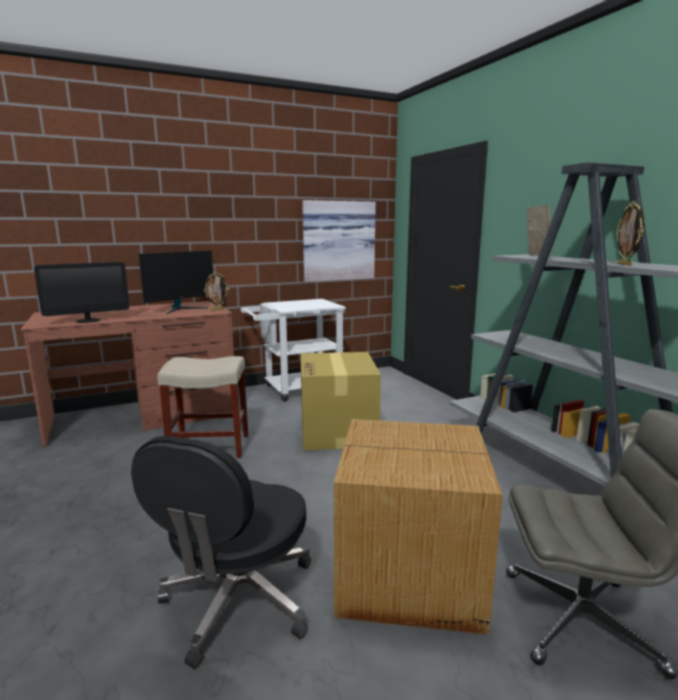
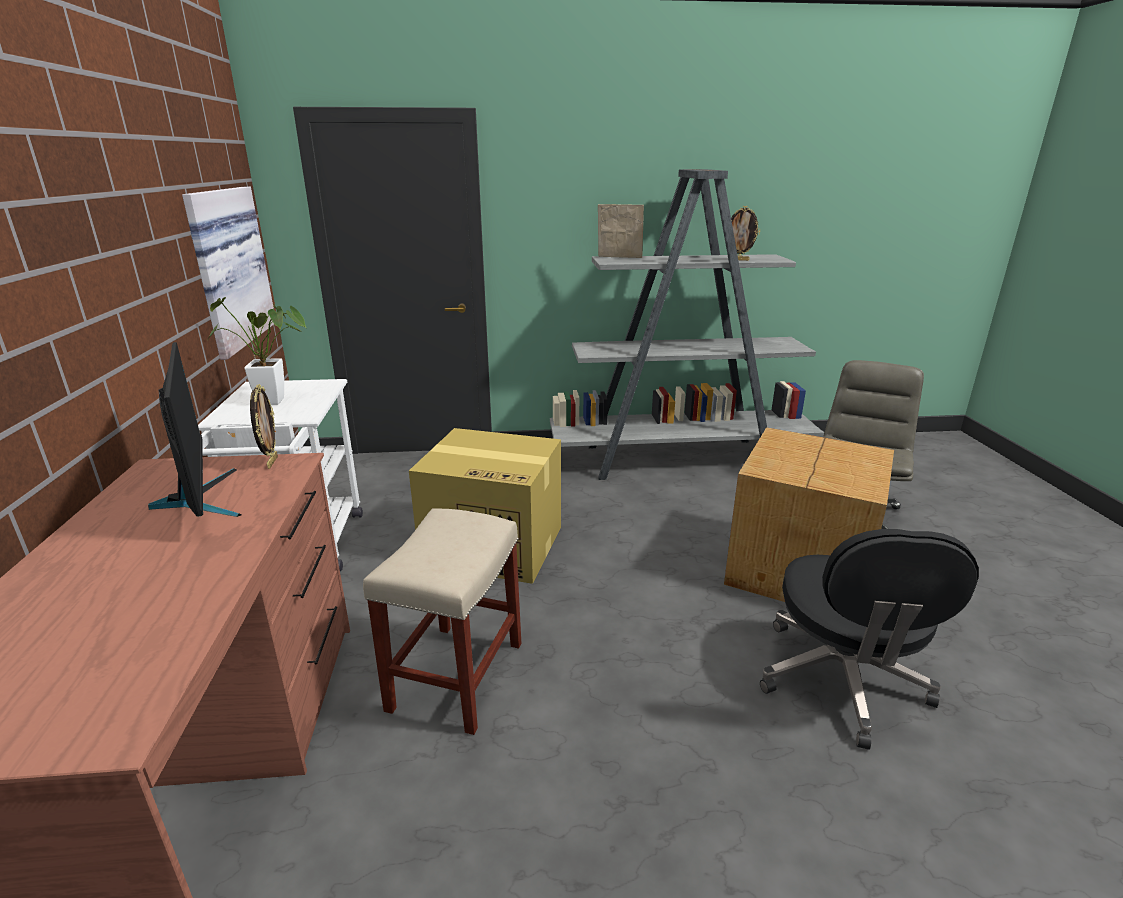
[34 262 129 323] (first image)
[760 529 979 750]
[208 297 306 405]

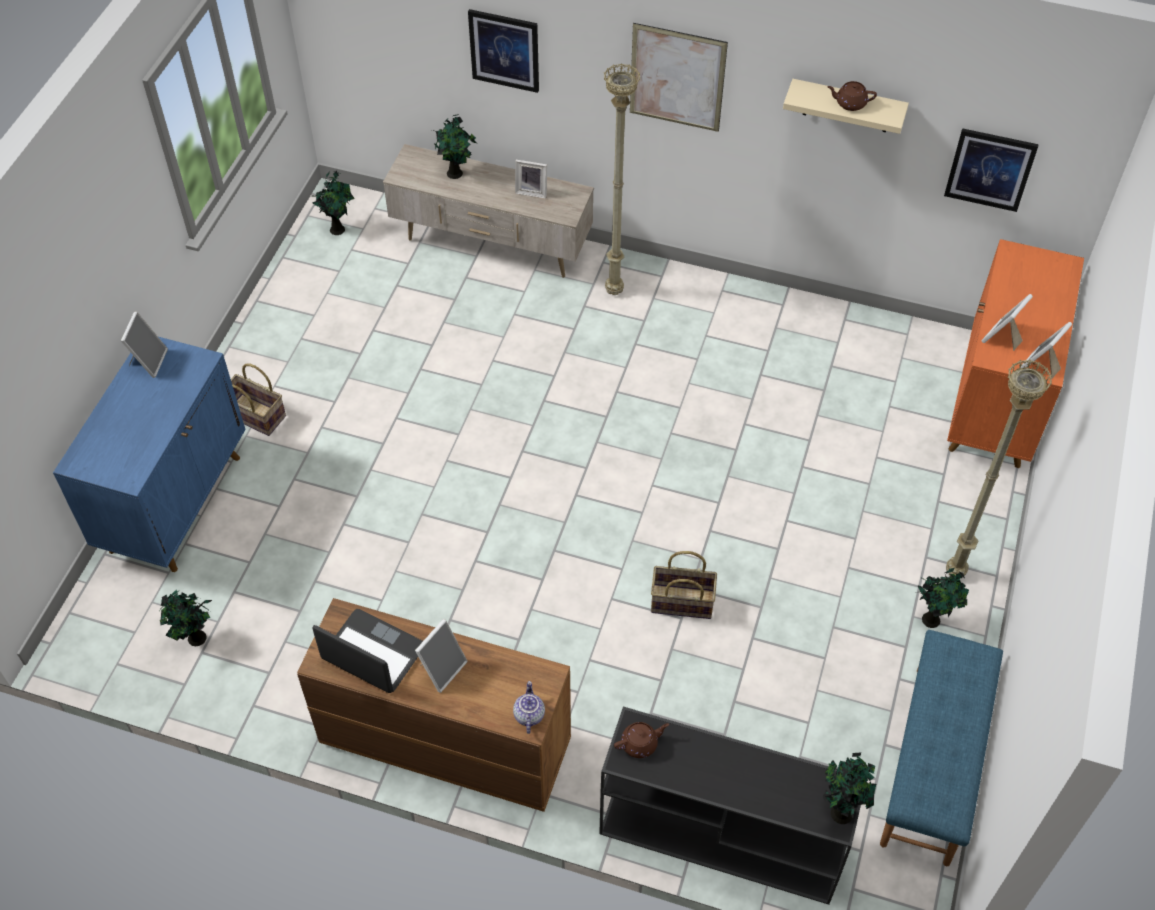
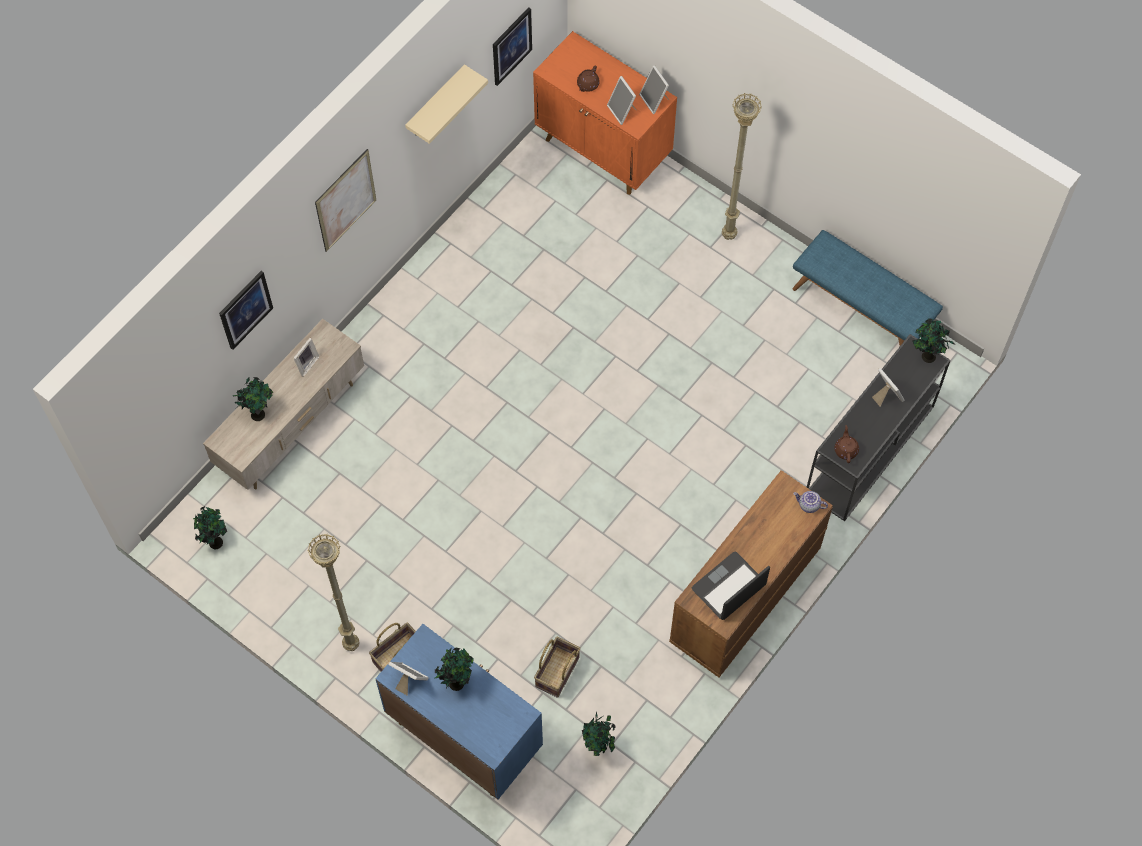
[307 534 359 651]
[577 66 600 92]
[534 637 580 698]
[435 647 474 691]
[872 368 904 407]

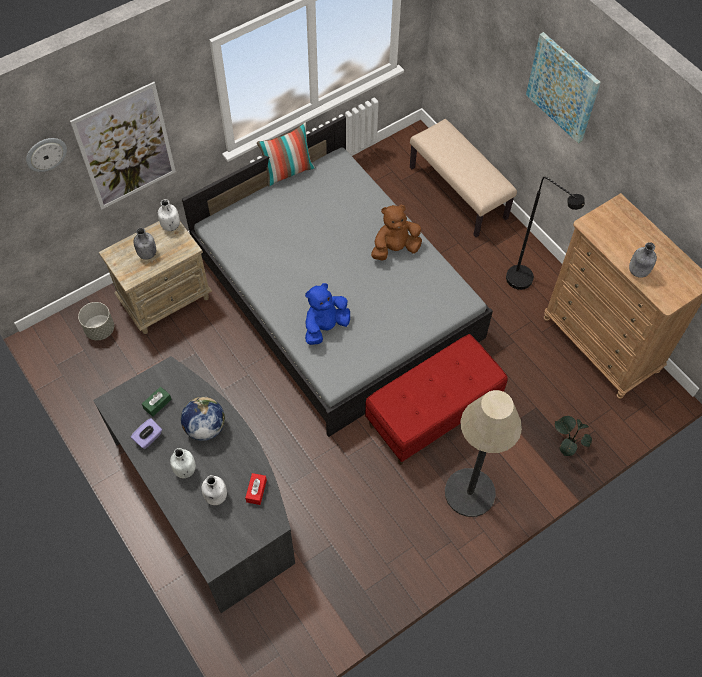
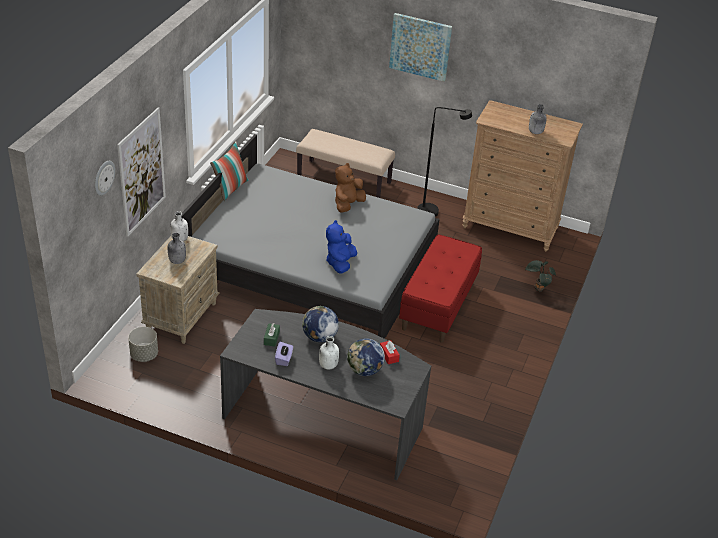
[445 390 522 517] (first image)
[347 338 385 376]

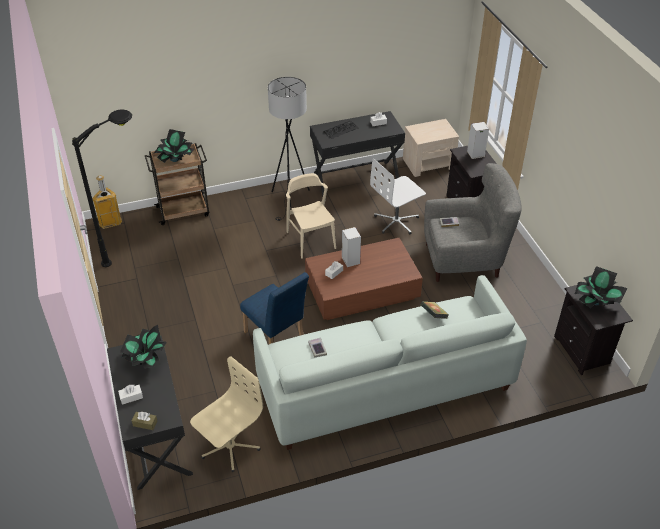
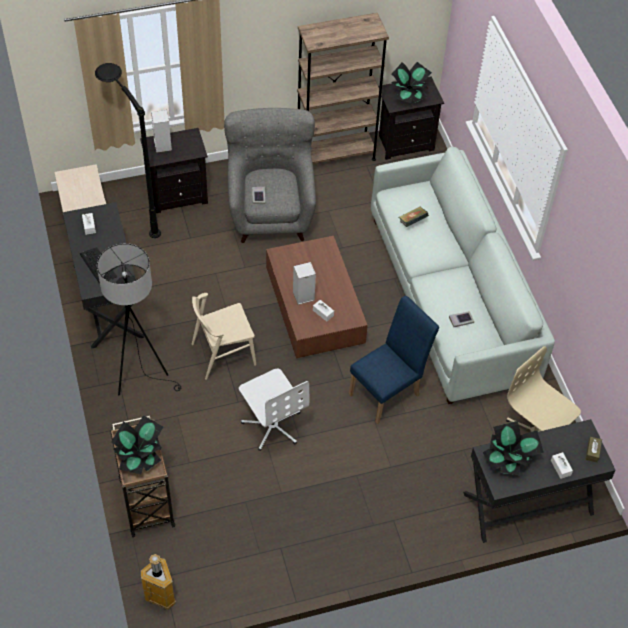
[95 63 161 238]
[239 369 309 451]
[297 13 389 164]

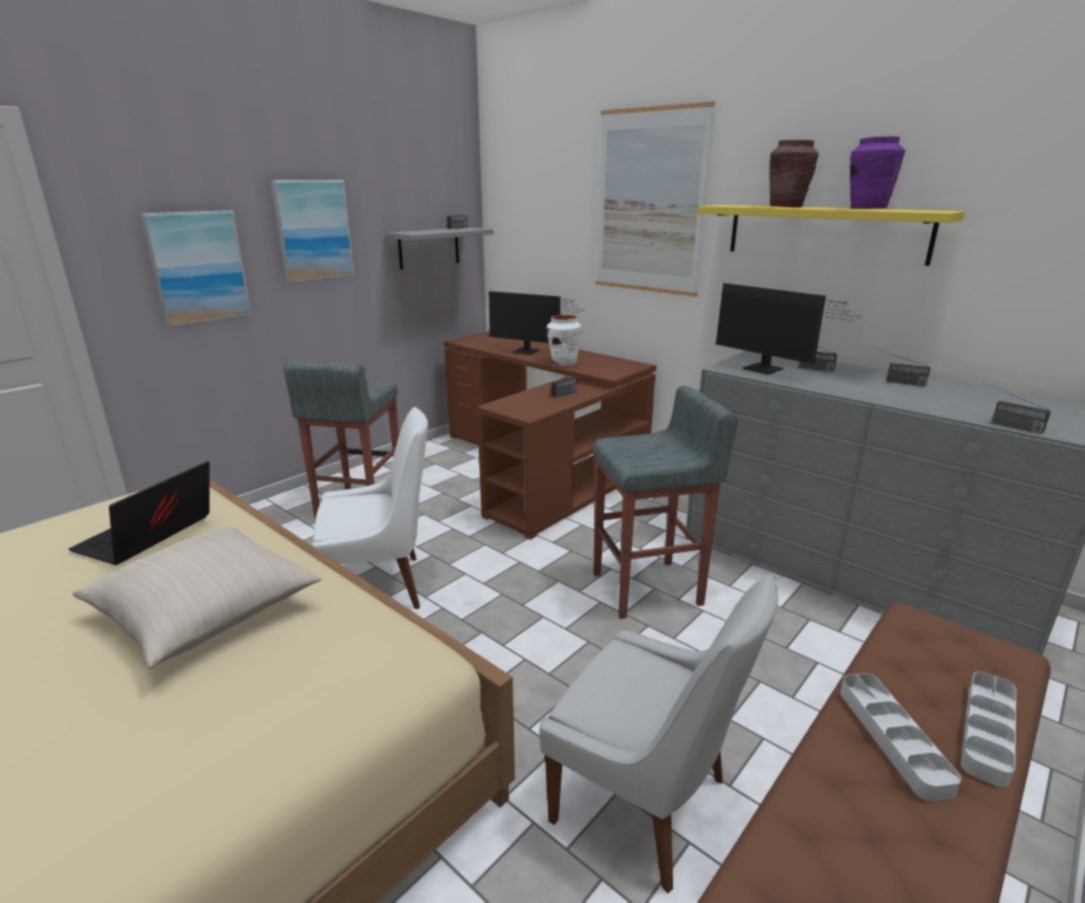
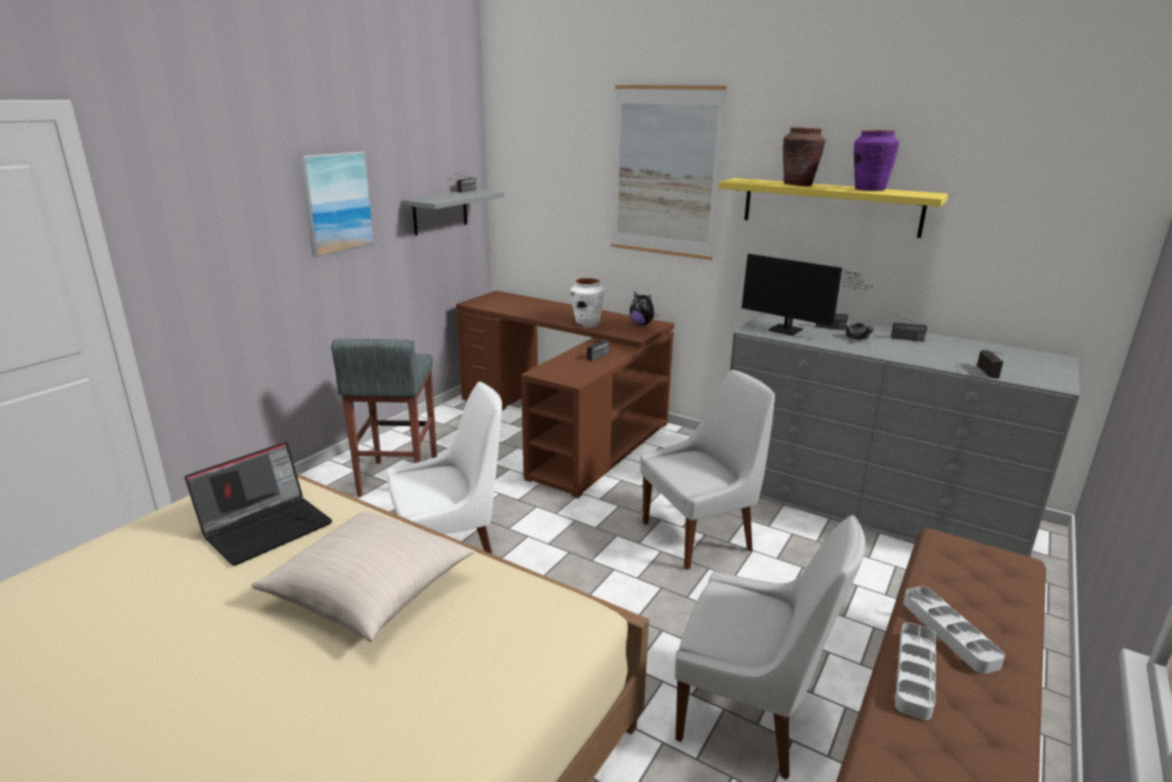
[140 210 252 327] (first image)
[489 291 583 355] (first image)
[977 349 1007 378]
[640 370 775 570]
[184 442 332 566]
[895 622 936 720]
[630 292 659 325]
[845 322 874 340]

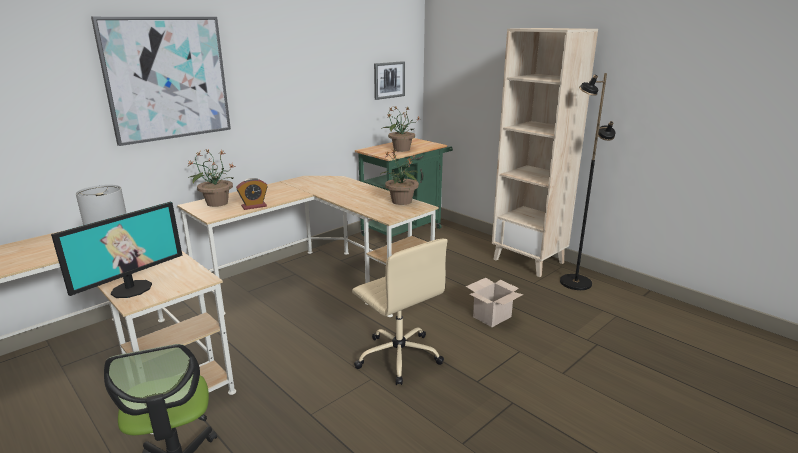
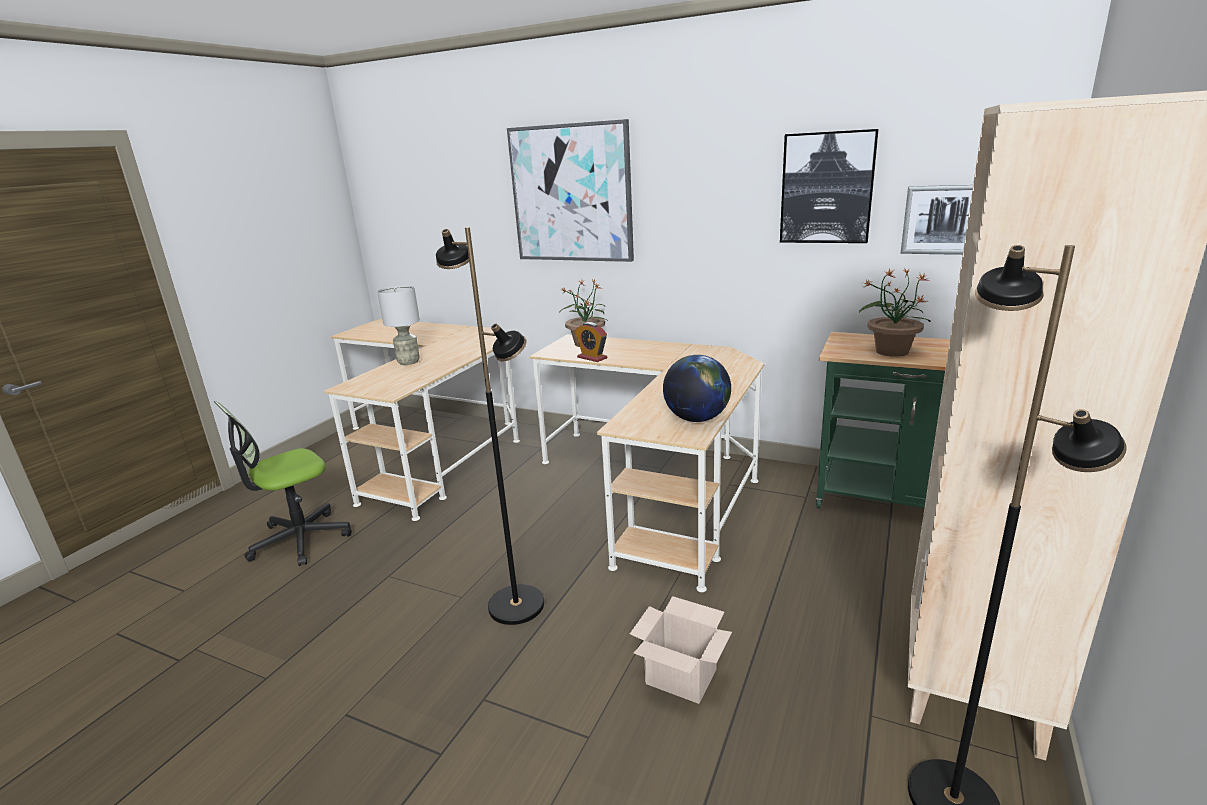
[663 355 731 422]
[51 202 182 298] (first image)
[436 227 544 625]
[780 129 879 243]

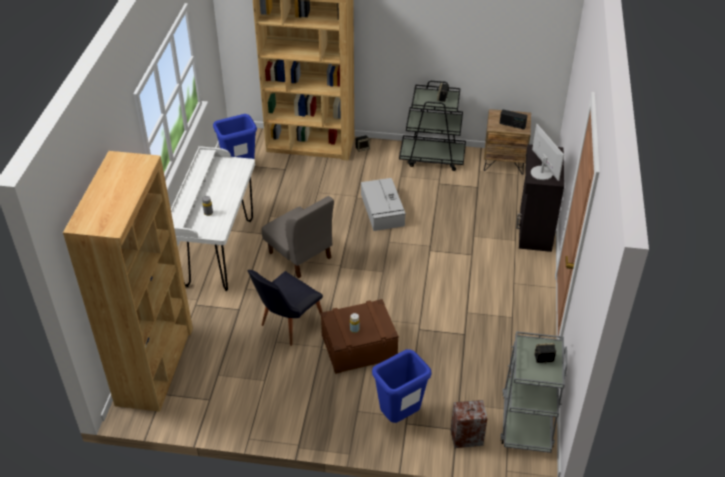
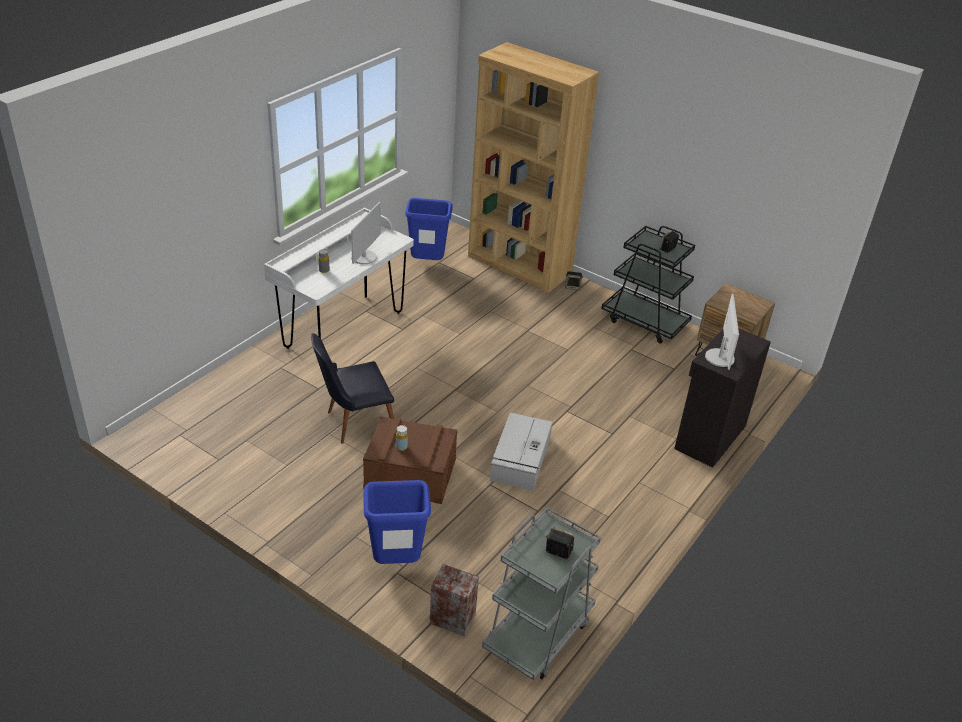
[499 109 527 129] (first image)
[63 151 193 412] (first image)
[490 413 552 491]
[262 196 334 278] (first image)
[351 201 381 264]

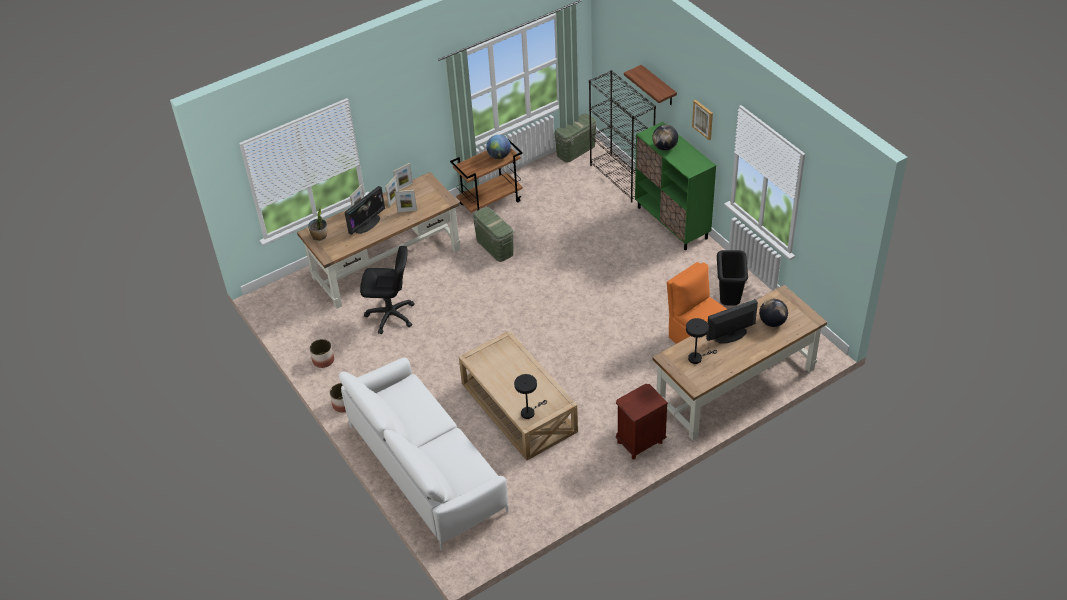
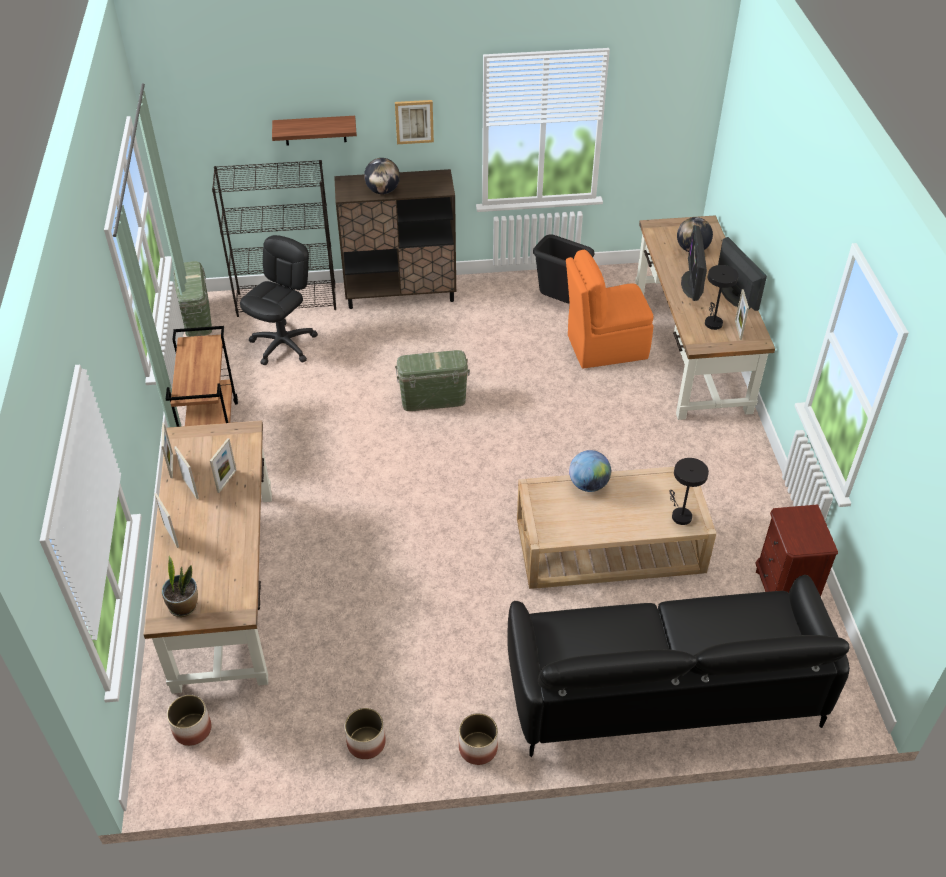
[334 169 456 309]
[569 450 611 492]
[718 237 767 311]
[395 350 470 411]
[240 235 318 365]
[507 575 850 757]
[755 505 838 597]
[735 289 749 340]
[167 695 211 746]

